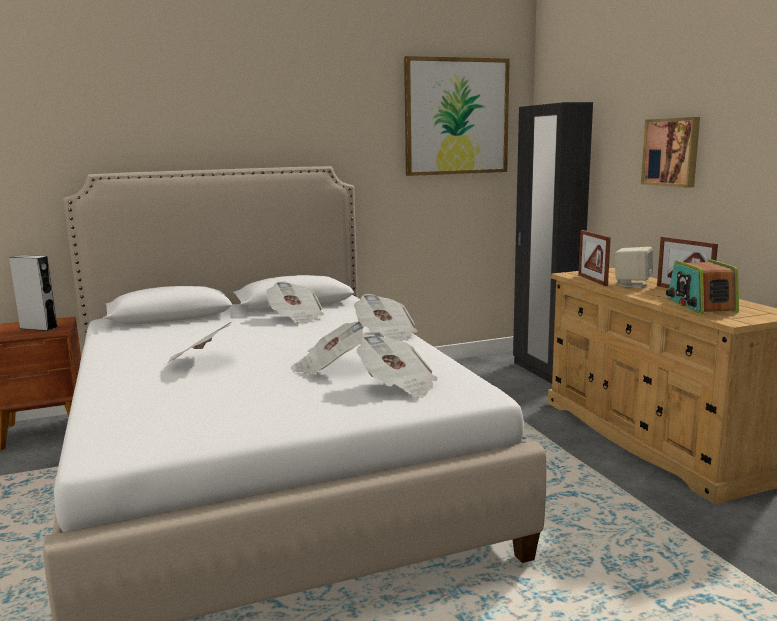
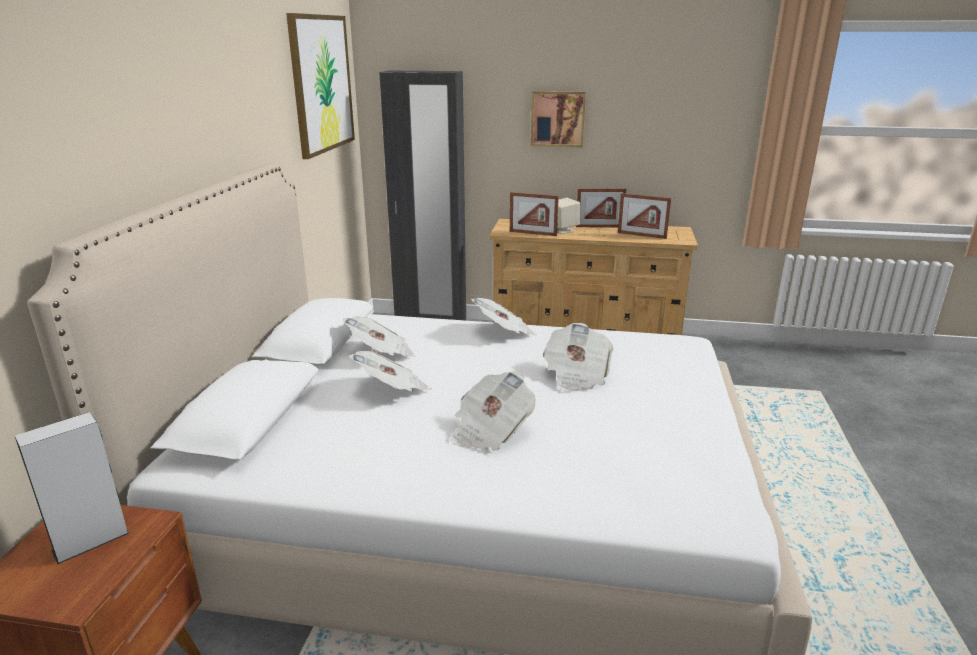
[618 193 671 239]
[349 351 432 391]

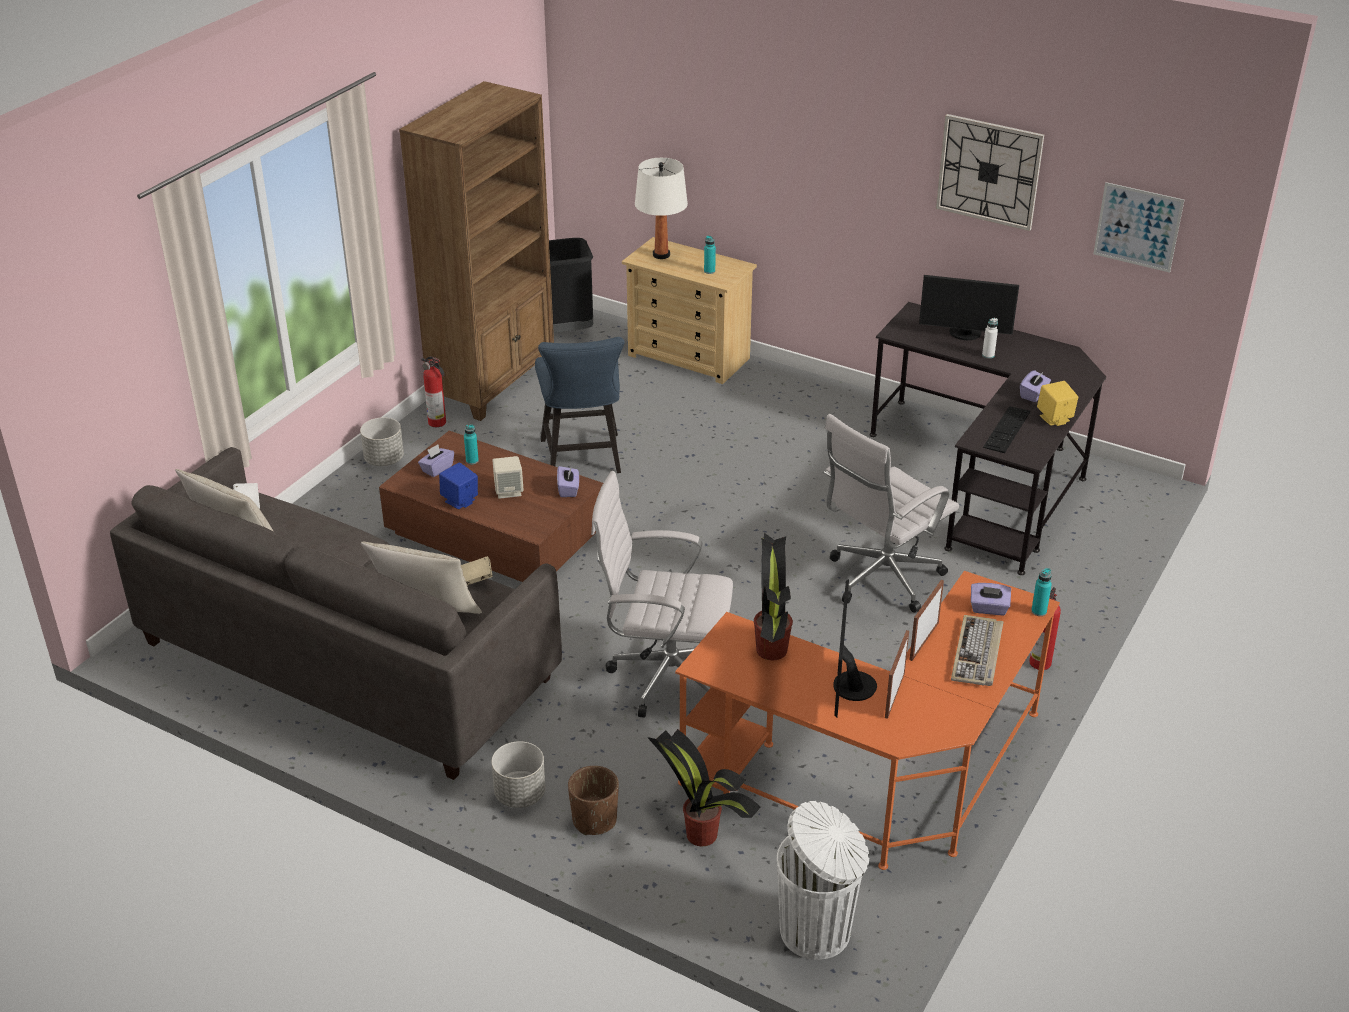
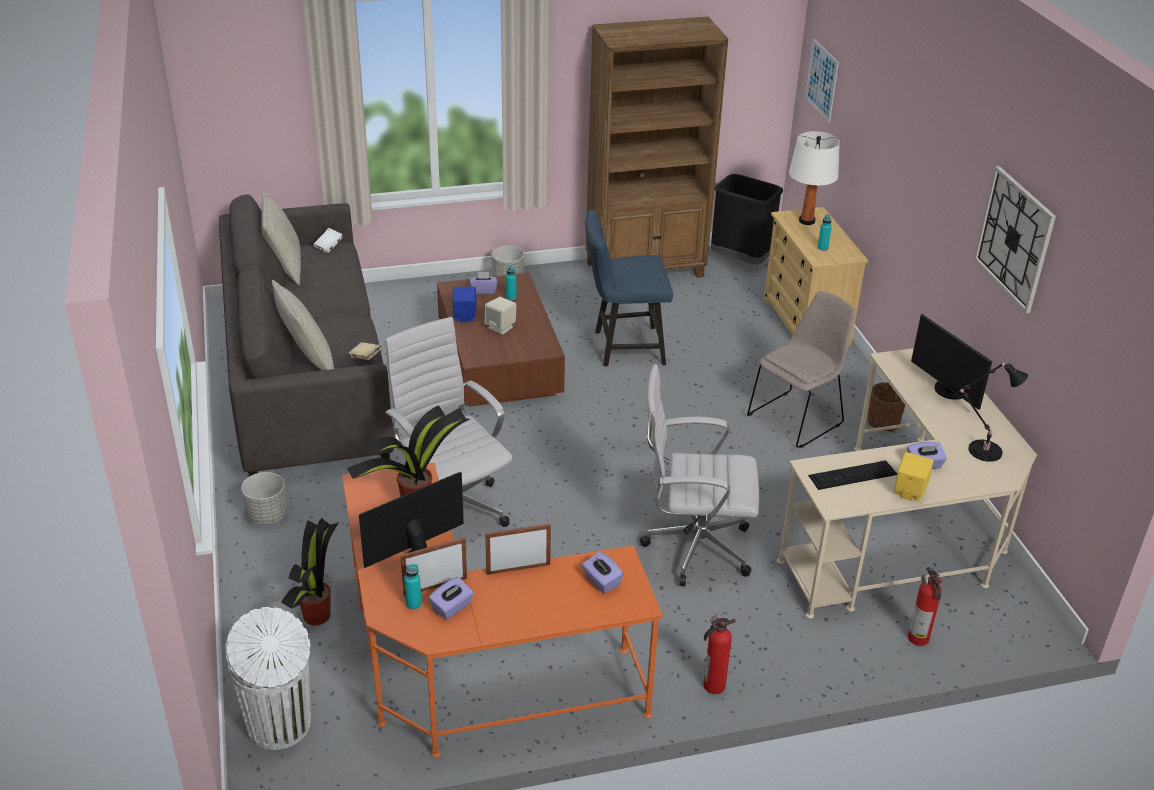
[805 38 839 123]
[777 348 1037 619]
[982 318 998 359] (first image)
[585 210 673 366]
[908 567 943 646]
[429 577 474 620]
[404 564 422 610]
[951 615 1003 686] (first image)
[868 382 905 432]
[747 291 855 448]
[959 362 1028 462]

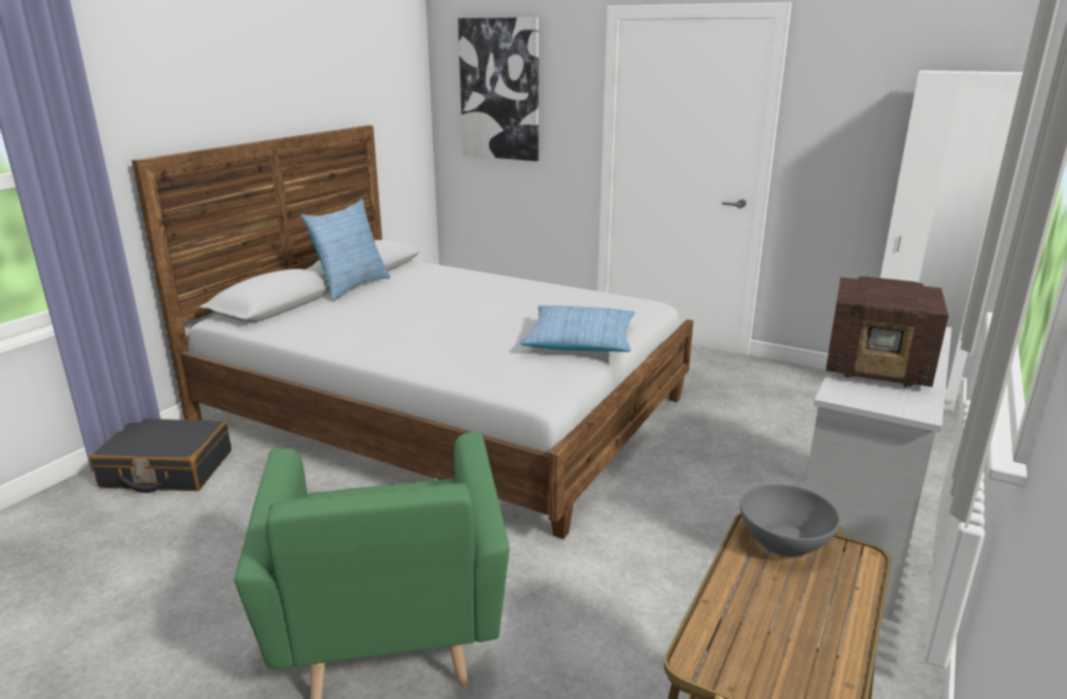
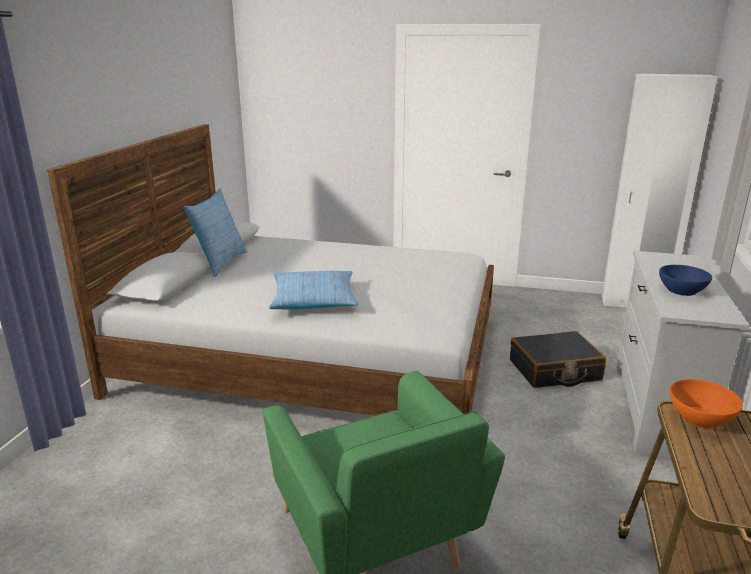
[458 17 539 161] (first image)
[659 265 712 296]
[269 271 359 309]
[510 331 606 388]
[670 379 743 428]

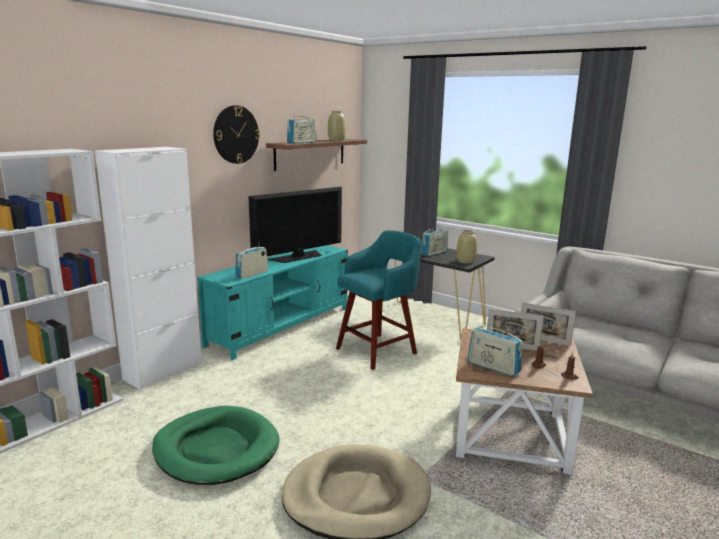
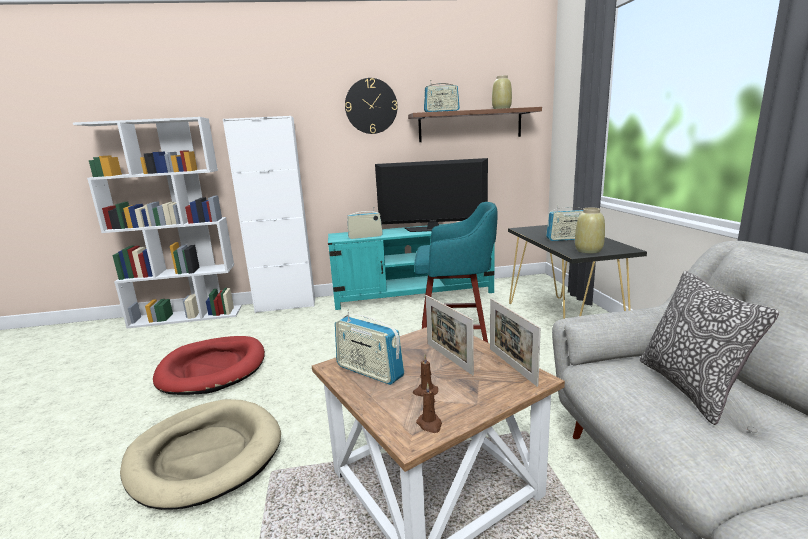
[335 309 404 385]
[153 336 265 395]
[640 271 779 425]

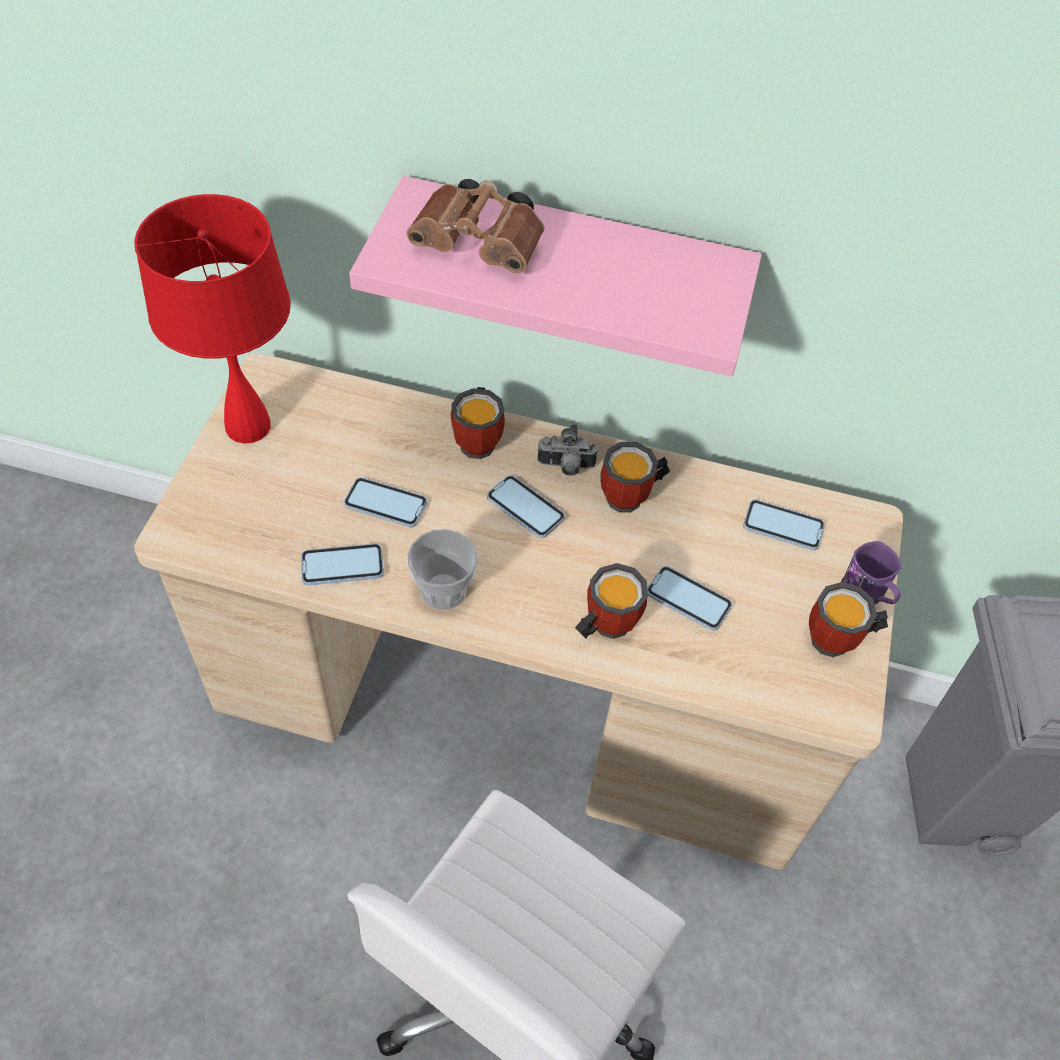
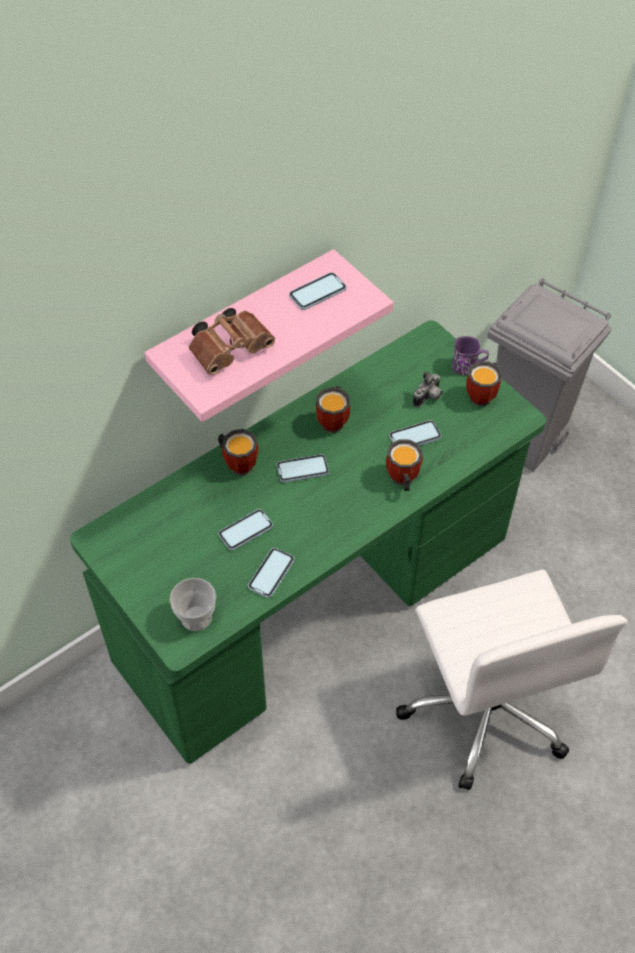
[134 194 291 444] (first image)
[70 320 546 764]
[413 371 443 407]
[289 272 346 310]
[169 578 216 631]

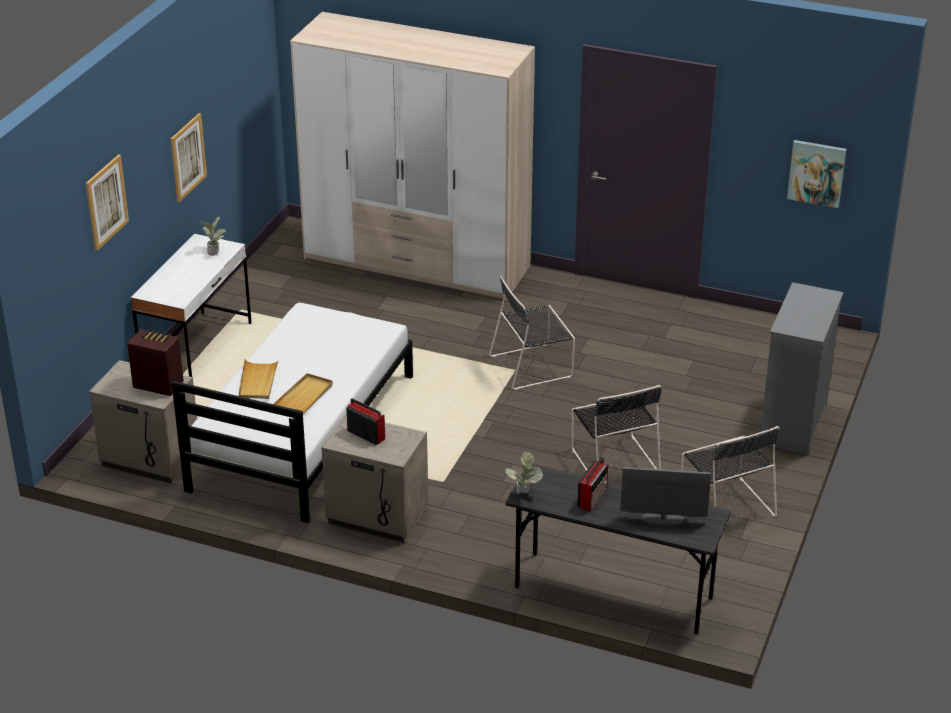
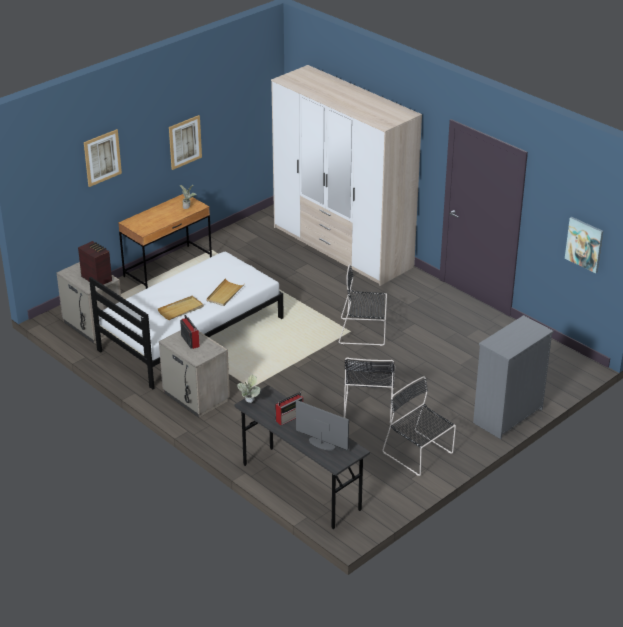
[118 194 212 289]
[206 278 245 306]
[382 376 456 476]

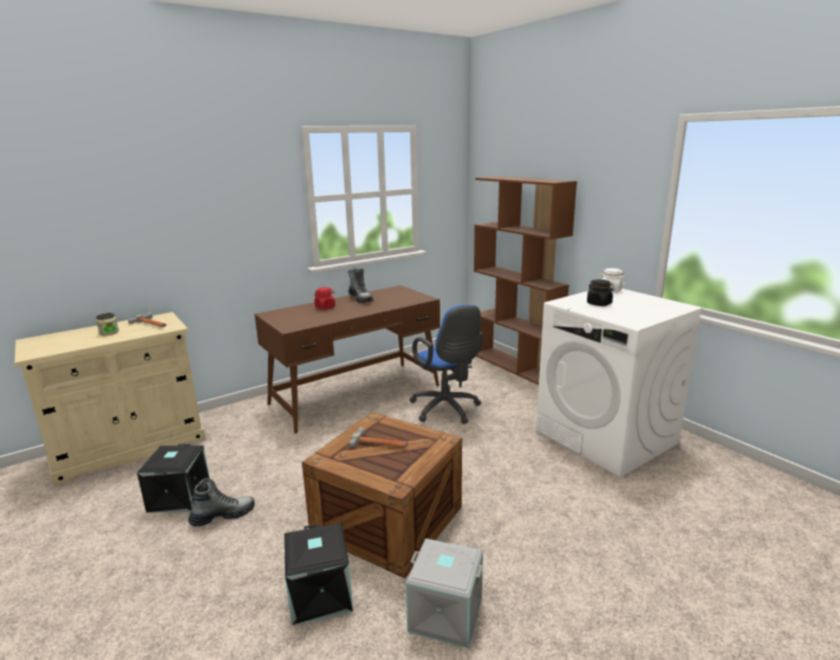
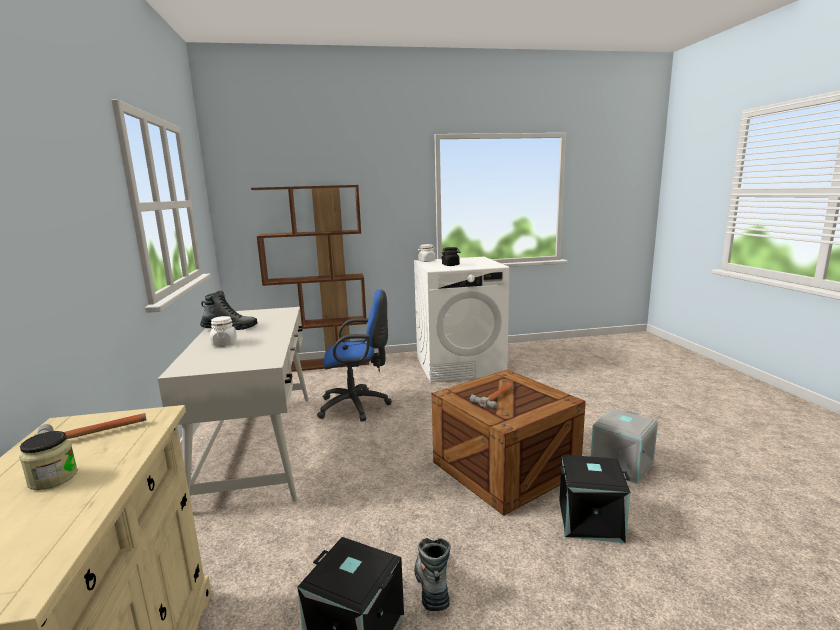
[158 307 309 502]
[210 316 237 346]

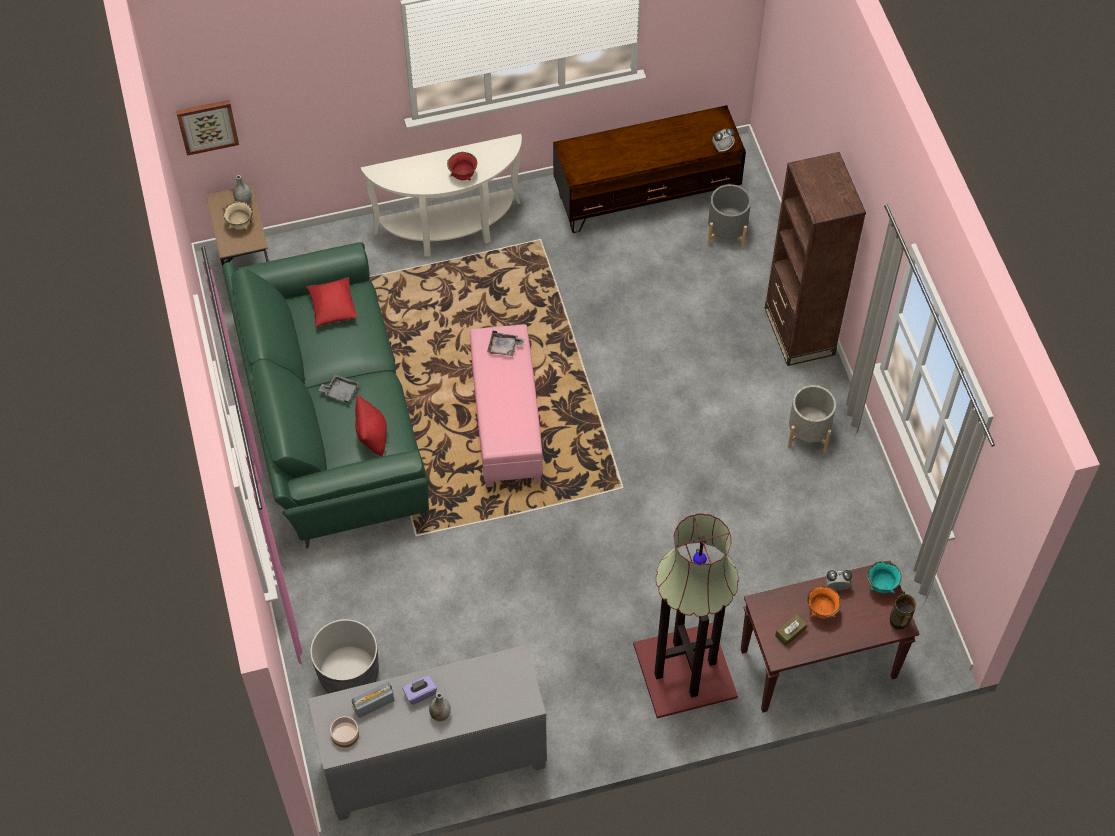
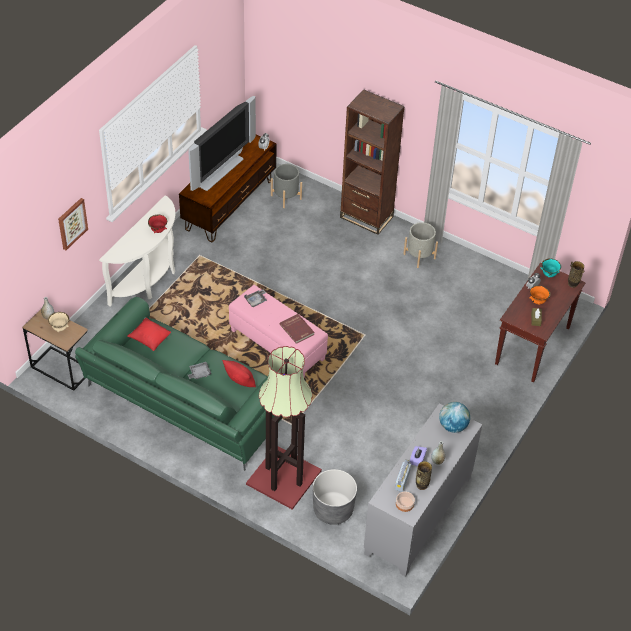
[58 198 88 250]
[246 346 322 510]
[188 96 256 191]
[279 314 315 344]
[439 402 470 433]
[416 461 432 490]

